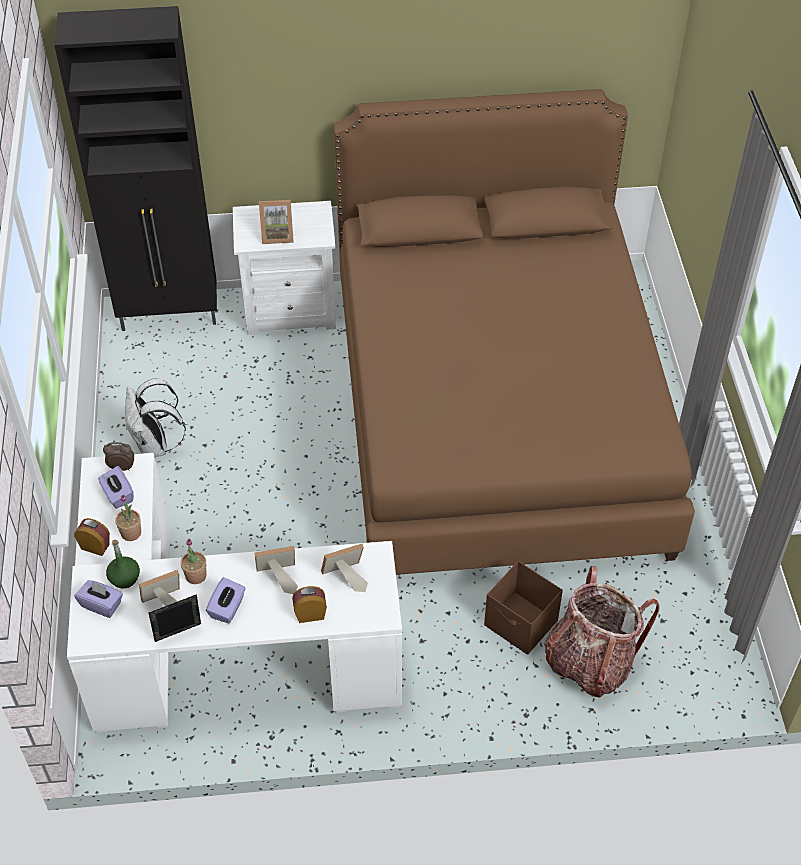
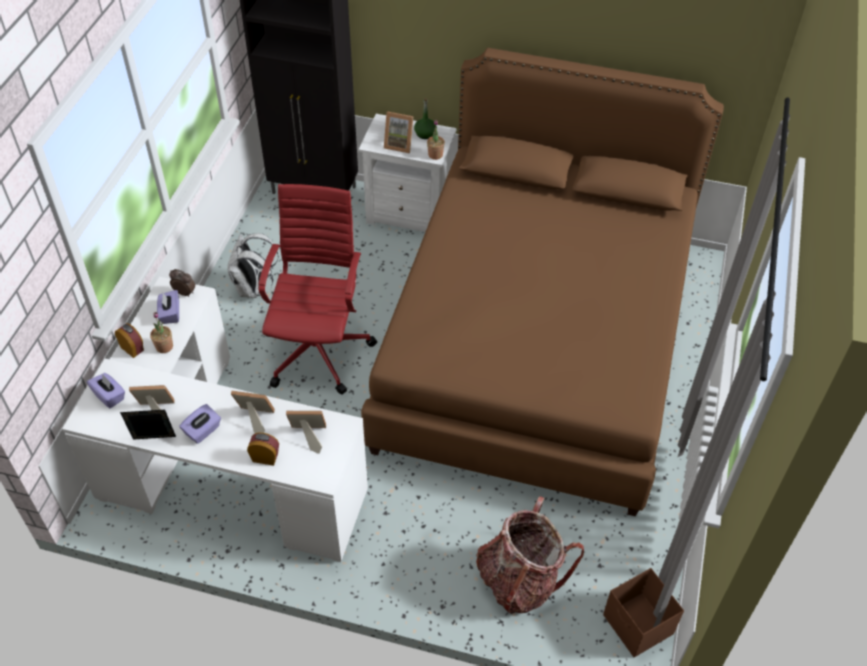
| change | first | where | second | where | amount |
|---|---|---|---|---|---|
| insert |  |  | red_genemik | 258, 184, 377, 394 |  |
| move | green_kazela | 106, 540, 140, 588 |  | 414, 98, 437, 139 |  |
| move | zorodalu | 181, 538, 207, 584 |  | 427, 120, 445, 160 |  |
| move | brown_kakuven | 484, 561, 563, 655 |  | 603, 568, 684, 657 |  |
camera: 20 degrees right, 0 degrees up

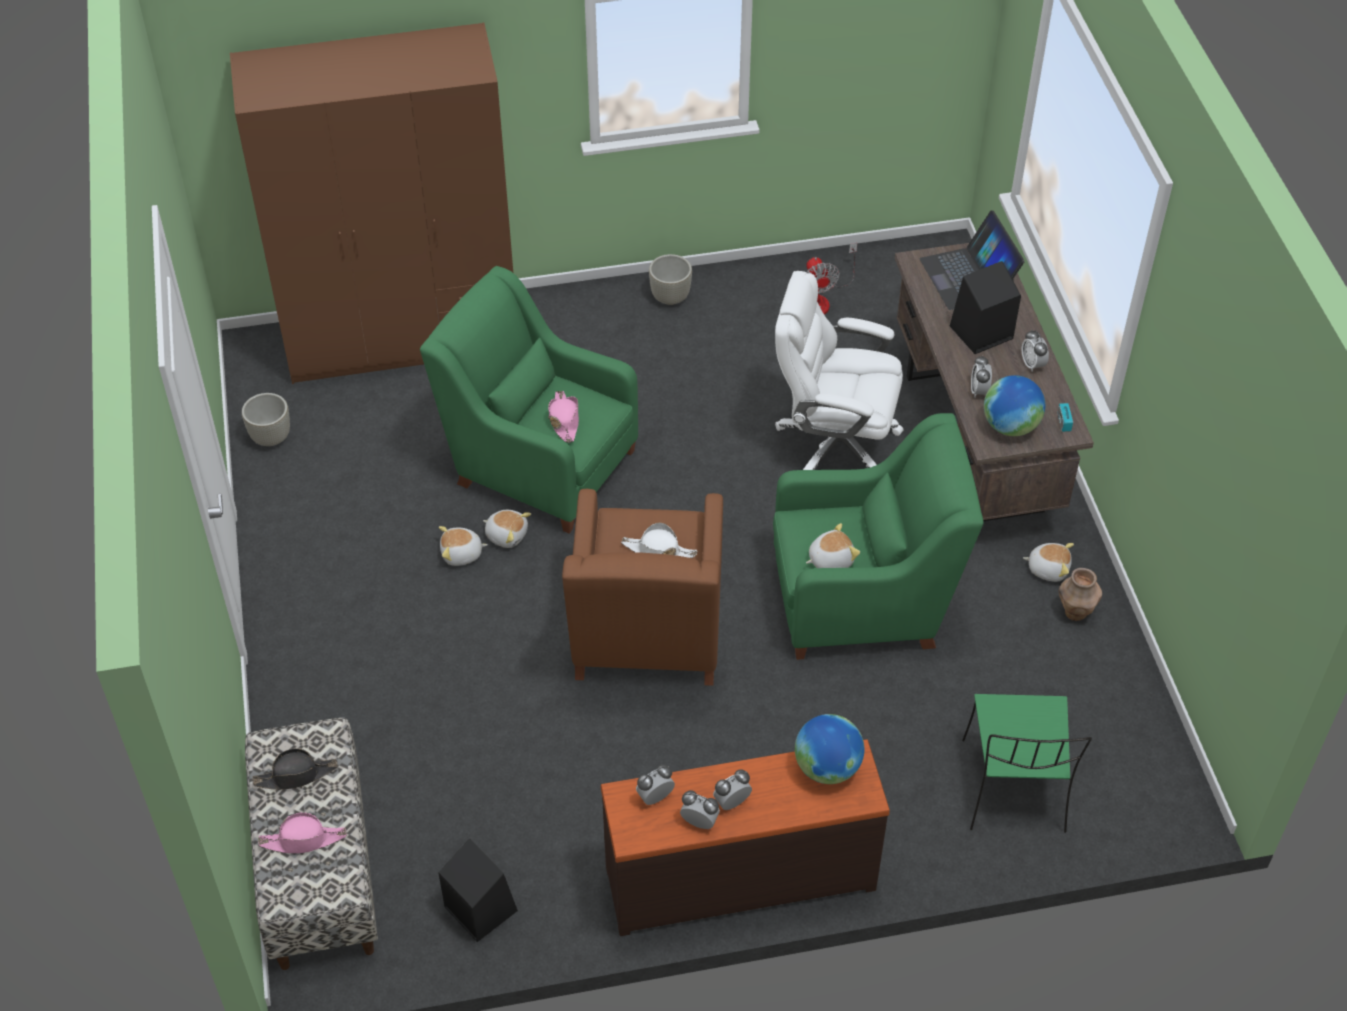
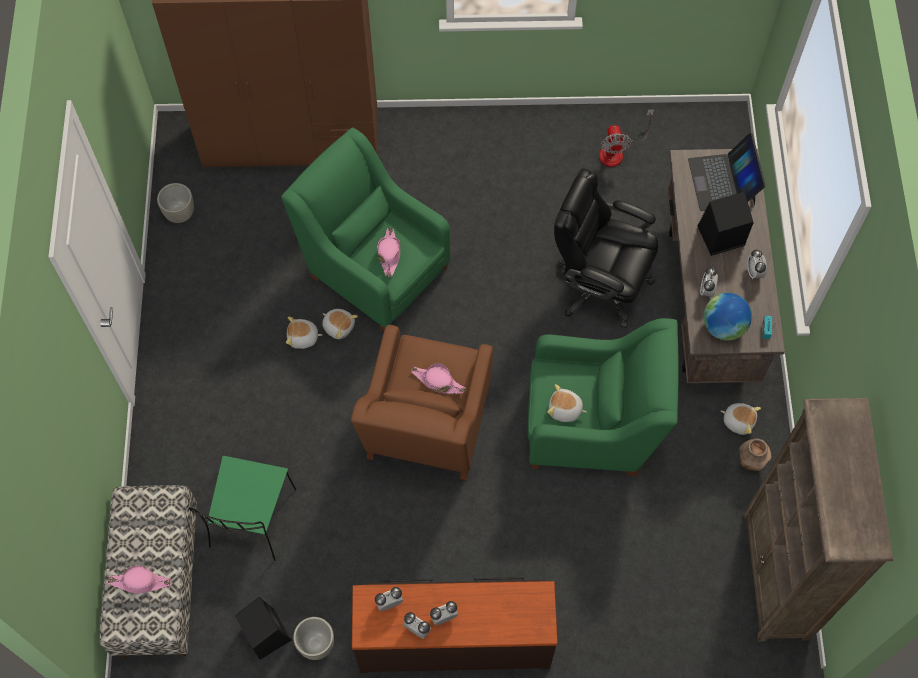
| change | first | where | second | where | amount |
|---|---|---|---|---|---|
| move | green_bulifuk | 962, 694, 1092, 833 |  | 189, 456, 296, 561 |  |
| move | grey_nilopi | 649, 254, 692, 305 |  | 293, 617, 334, 660 |  |
| recolor | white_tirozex | 621, 523, 697, 558 | pink_tirozex | 411, 363, 466, 394 |  |
| rotate | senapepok | 806, 523, 860, 568 |  | 547, 384, 587, 422 | 150 degrees counterclockwise |
| recolor | white_genemik | 775, 271, 903, 470 | black_genemik | 554, 168, 658, 328 |  |
| insert |  |  | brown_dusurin | 744, 398, 893, 642 |  |
| delete | black_tirozex | 252, 748, 338, 790 |  |  |  |
| delete | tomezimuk | 795, 714, 864, 784 |  |  |  |
camera: 10 degrees right, 15 degrees up

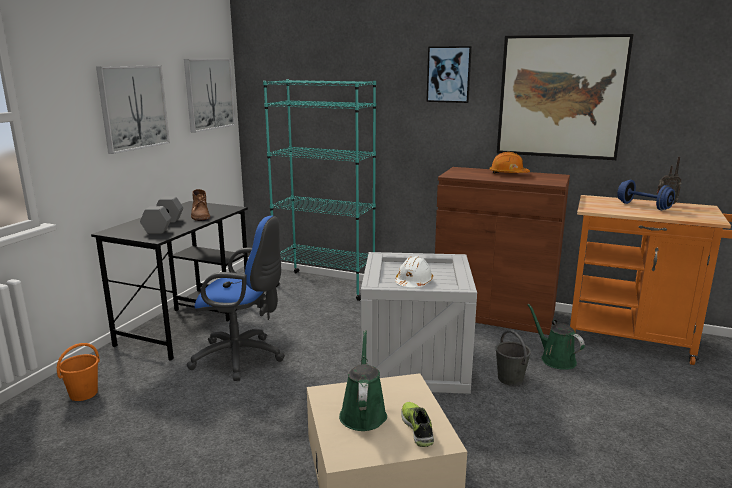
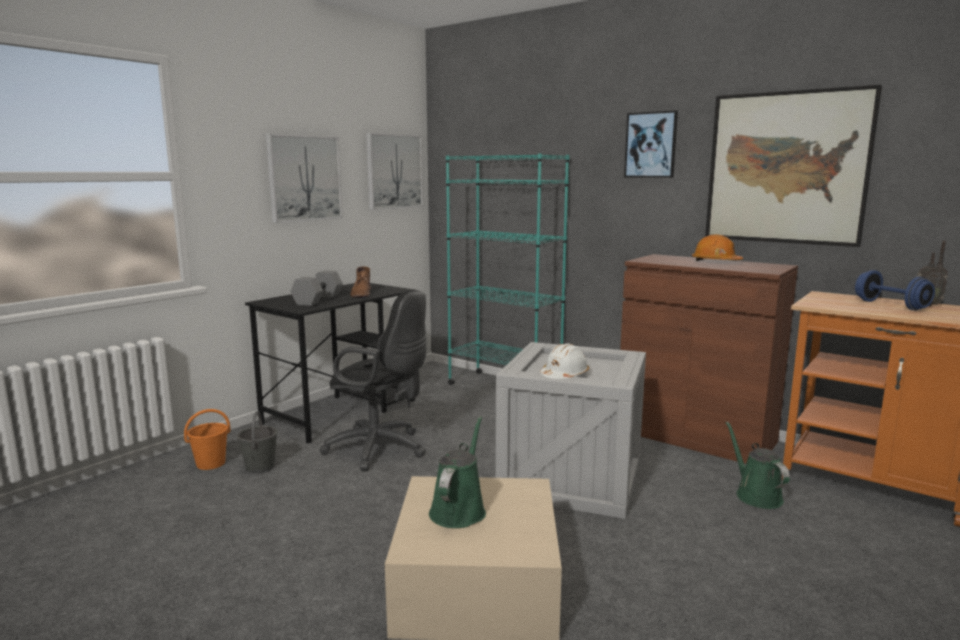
| change | first | where | second | where | amount |
|---|---|---|---|---|---|
| move | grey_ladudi | 495, 330, 531, 386 |  | 237, 411, 278, 474 |  |
| recolor | blue_genemik | 187, 216, 285, 381 | black_genemik | 320, 290, 426, 471 |  |
| delete | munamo | 401, 402, 434, 447 |  |  |  |
camera: 15 degrees right, 5 degrees down

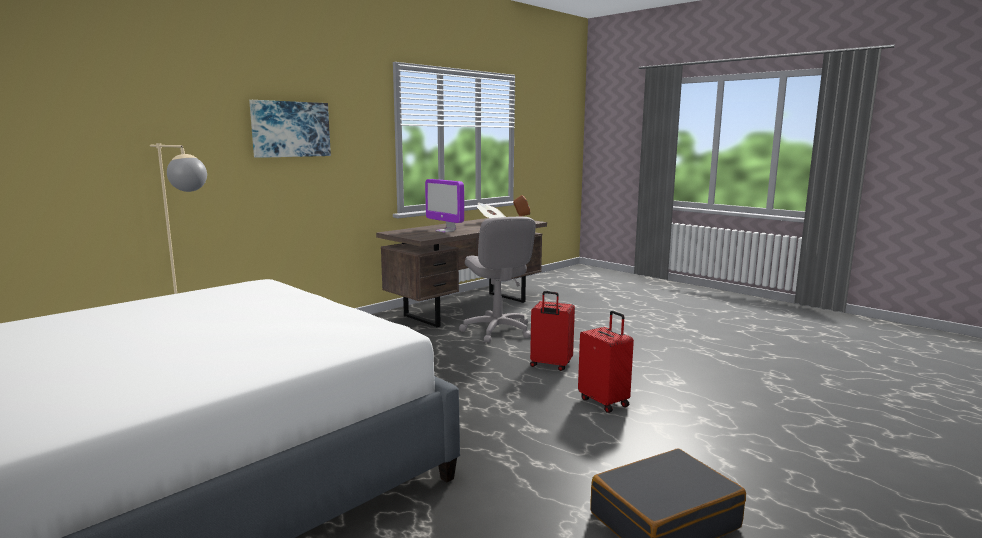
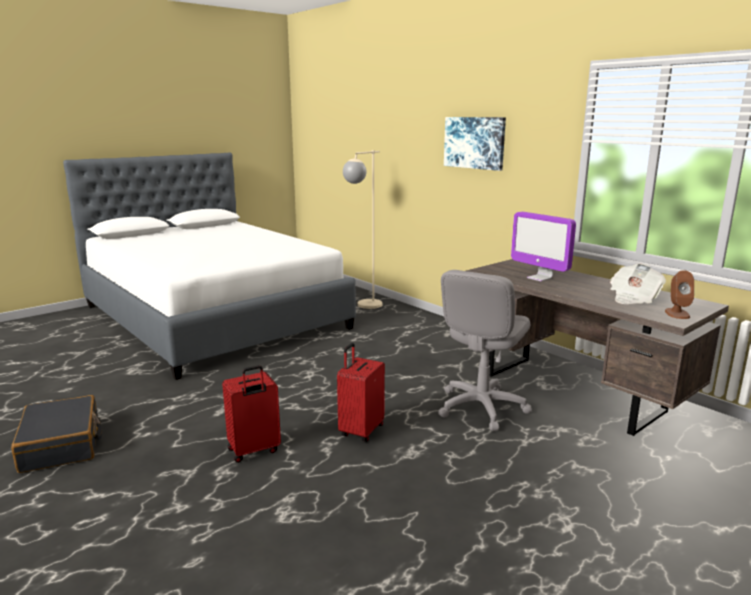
| change | first | where | second | where | amount |
|---|---|---|---|---|---|
| rotate | grey_genemik | 459, 217, 536, 343 |  | 438, 270, 532, 431 | 45 degrees counterclockwise |
| rotate | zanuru | 425, 179, 464, 233 |  | 511, 212, 576, 282 | 90 degrees counterclockwise |
camera: 95 degrees right, 5 degrees up

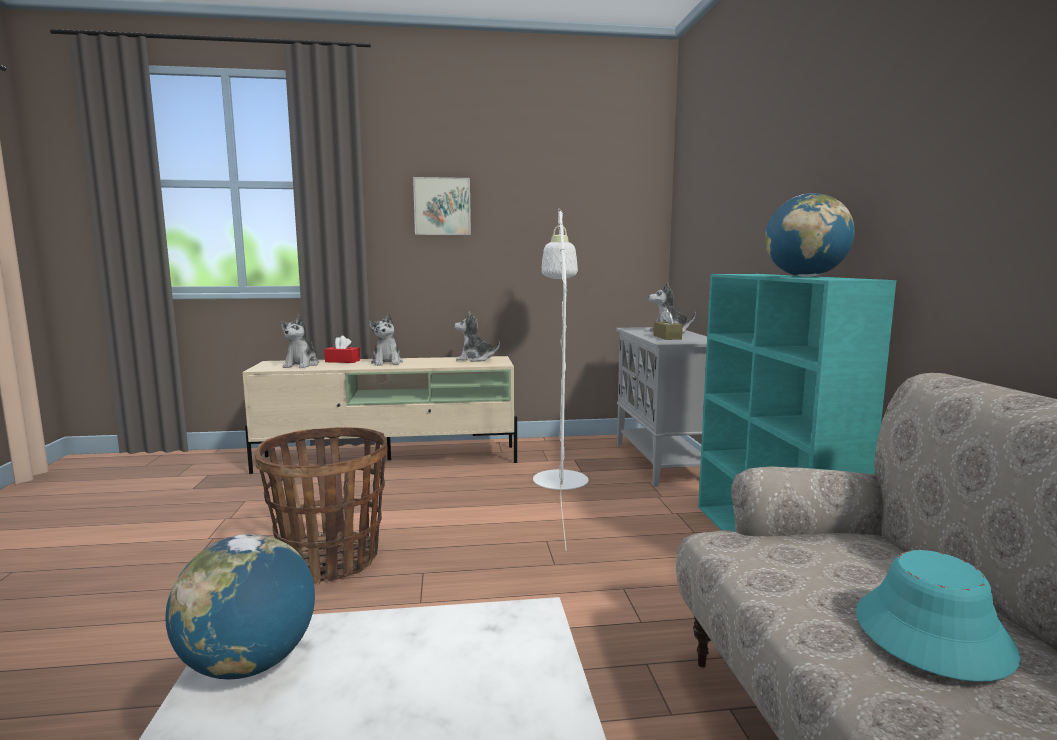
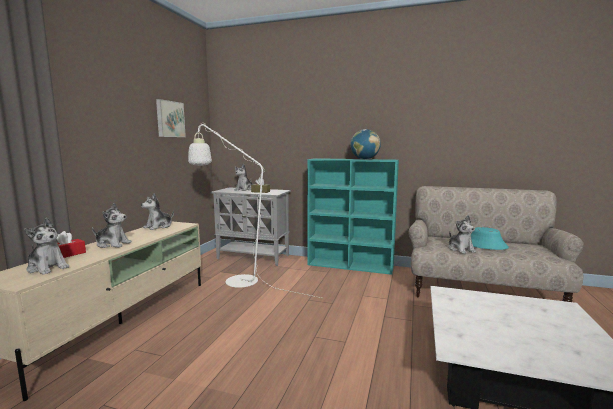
| change | first | where | second | where | amount |
|---|---|---|---|---|---|
| move | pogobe | 413, 177, 471, 235 |  | 156, 99, 186, 137 |  |
| insert |  |  | senapepok | 448, 215, 476, 254 |  |
| delete | tomezimuk | 166, 534, 315, 679 |  |  |  |
| delete | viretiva | 254, 427, 388, 584 |  |  |  |
camera: 65 degrees left, 0 degrees up

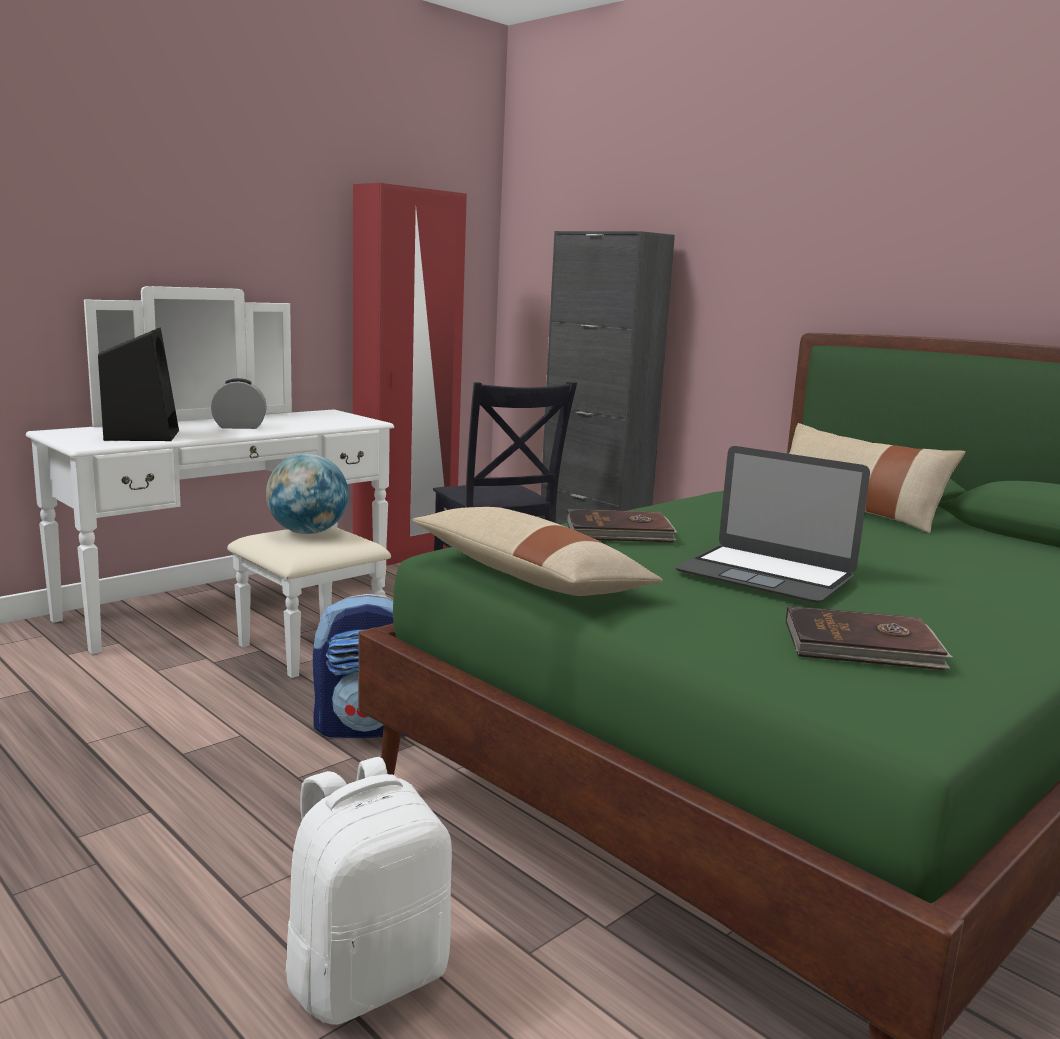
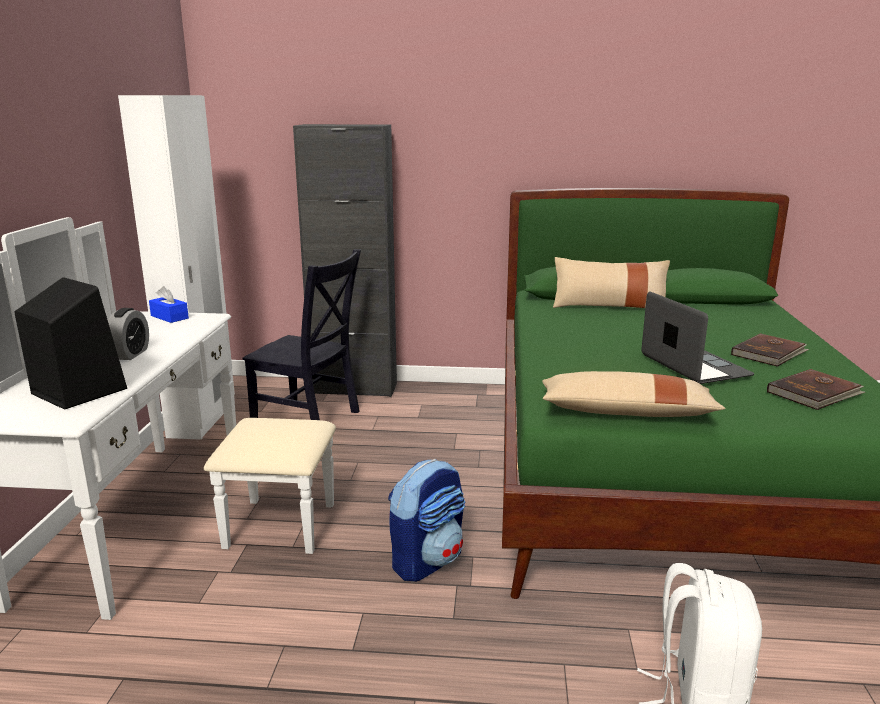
| change | first | where | second | where | amount |
|---|---|---|---|---|---|
| rotate | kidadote | 211, 378, 267, 429 |  | 108, 308, 149, 360 | 150 degrees clockwise |
| recolor | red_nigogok | 353, 183, 467, 566 | white_nigogok | 118, 95, 235, 440 |  |
| insert |  |  | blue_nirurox | 149, 286, 189, 323 |  |
| rotate | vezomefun | 675, 446, 870, 603 |  | 641, 292, 754, 384 | 105 degrees counterclockwise |
| move | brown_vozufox | 567, 509, 678, 543 |  | 731, 333, 809, 367 |  |
| delete | tomezimuk | 266, 454, 349, 534 |  |  |  |
camera: 40 degrees left, 5 degrees up

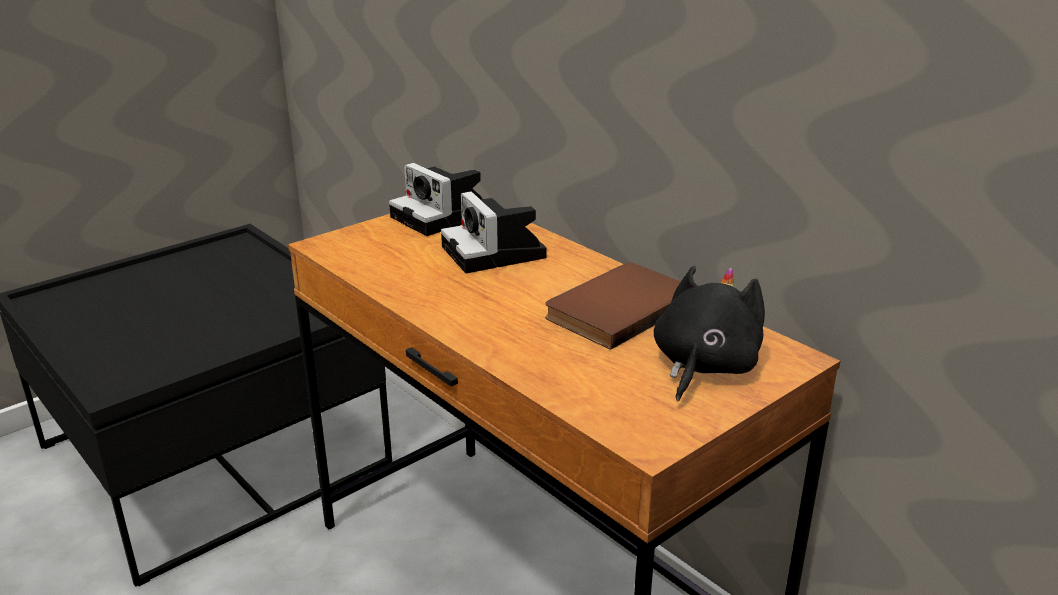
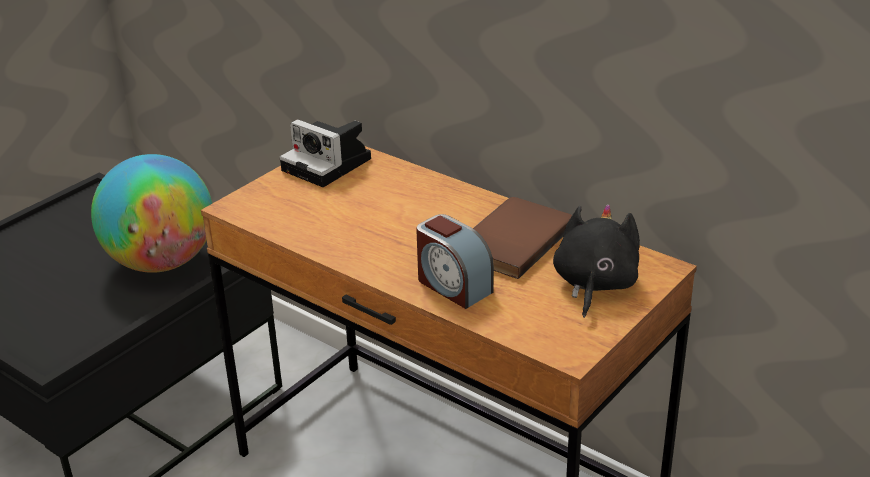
| change | first | where | second | where | amount |
|---|---|---|---|---|---|
| insert |  |  | tomezimuk | 91, 154, 212, 273 |  |
| insert |  |  | kidadote | 416, 214, 494, 309 |  |
| delete | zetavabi | 441, 192, 547, 273 |  |  |  |
camera: 10 degrees left, 5 degrees up

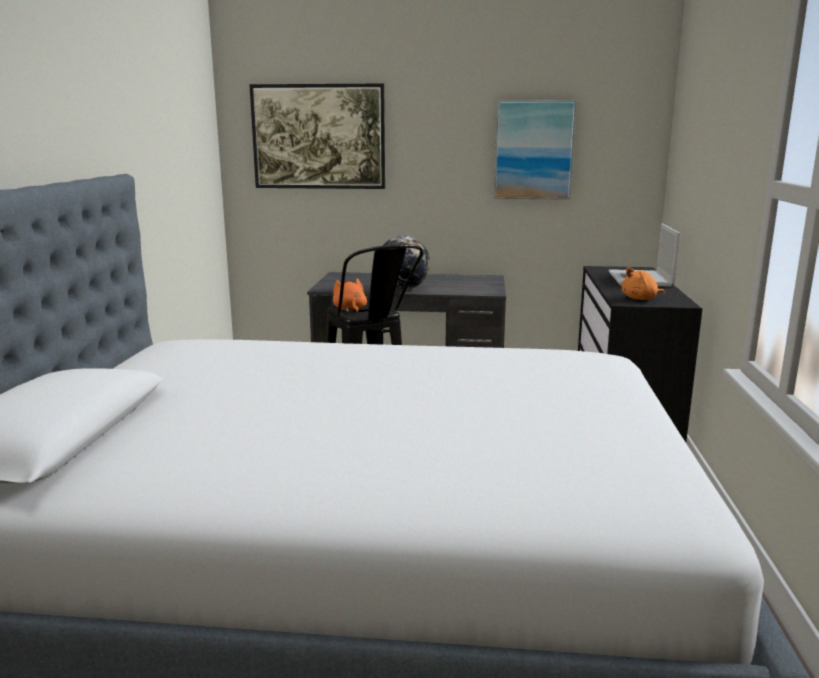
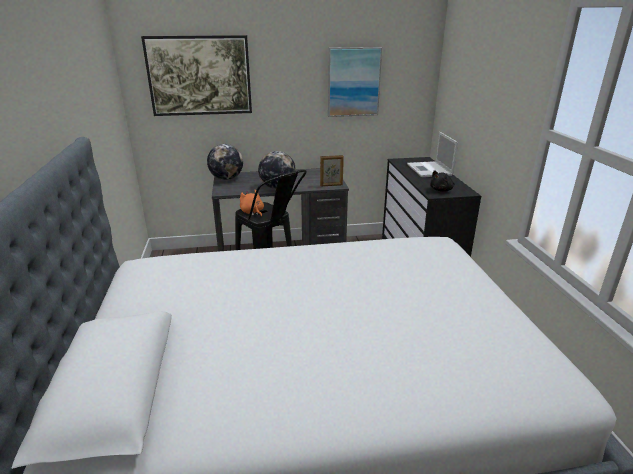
| change | first | where | second | where | amount |
|---|---|---|---|---|---|
| insert |  |  | tomezimuk | 207, 144, 243, 180 |  |
| insert |  |  | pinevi | 320, 155, 344, 186 |  |
| recolor | orange_senapepok | 622, 267, 665, 300 | black_senapepok | 430, 171, 455, 192 |  |
camera: 15 degrees left, 10 degrees up

